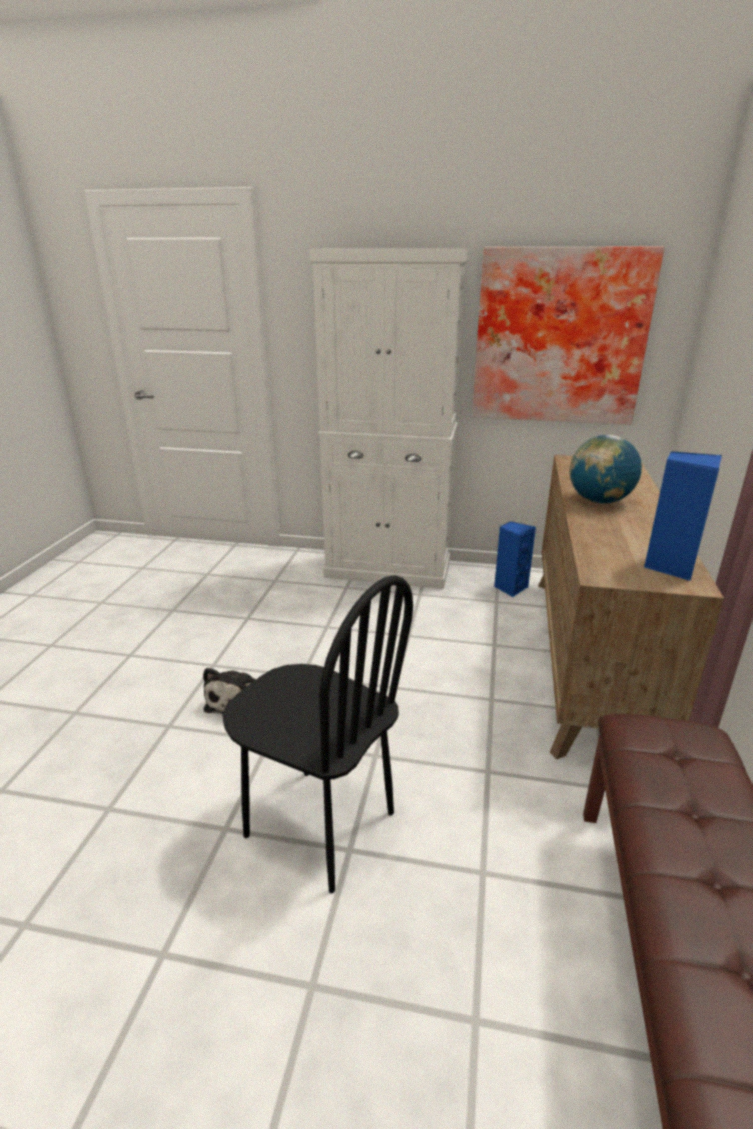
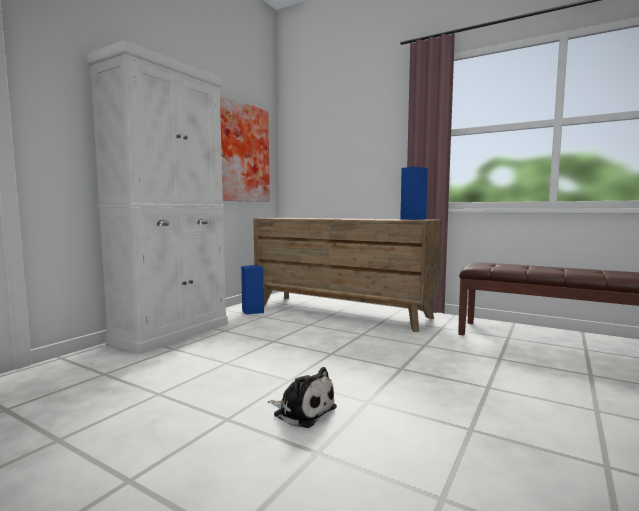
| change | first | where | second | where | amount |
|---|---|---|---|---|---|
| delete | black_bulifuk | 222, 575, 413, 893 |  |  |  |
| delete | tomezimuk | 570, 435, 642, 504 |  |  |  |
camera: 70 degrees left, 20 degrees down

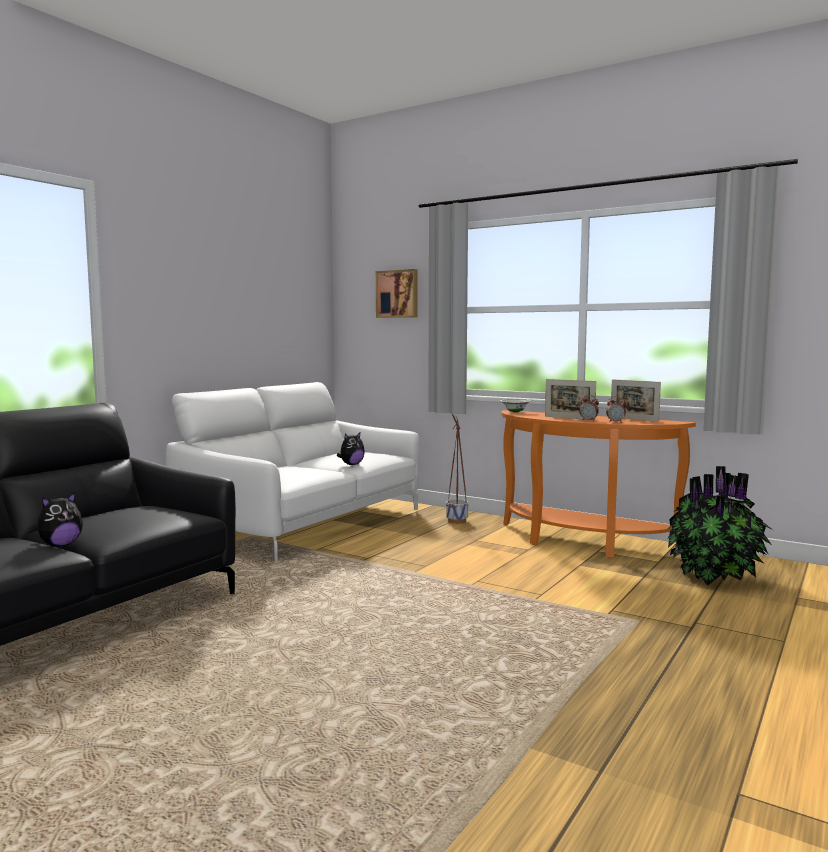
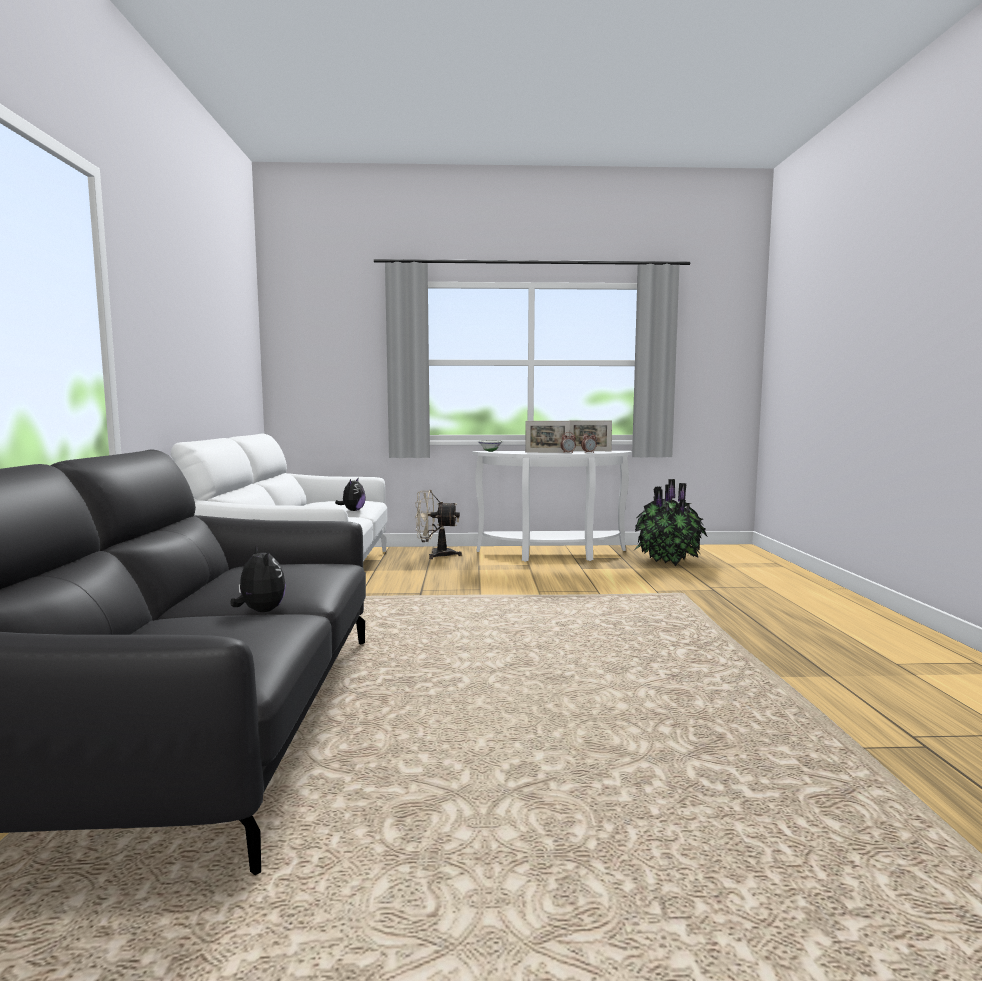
| change | first | where | second | where | amount |
|---|---|---|---|---|---|
| rotate | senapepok | 37, 492, 83, 547 |  | 230, 545, 286, 612 | 45 degrees counterclockwise |
| replace | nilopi | 446, 414, 469, 524 | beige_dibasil | 415, 490, 462, 559 |  |
| recolor | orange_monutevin | 501, 410, 696, 558 | white_monutevin | 472, 451, 632, 562 |  |
| delete | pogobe | 376, 269, 417, 318 |  |  |  |
camera: 35 degrees left, 0 degrees up

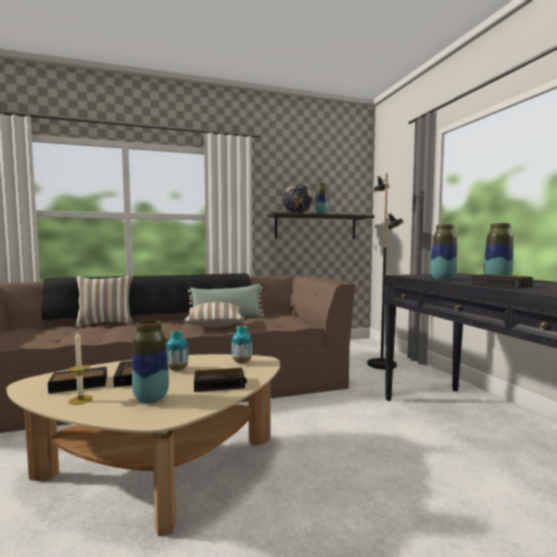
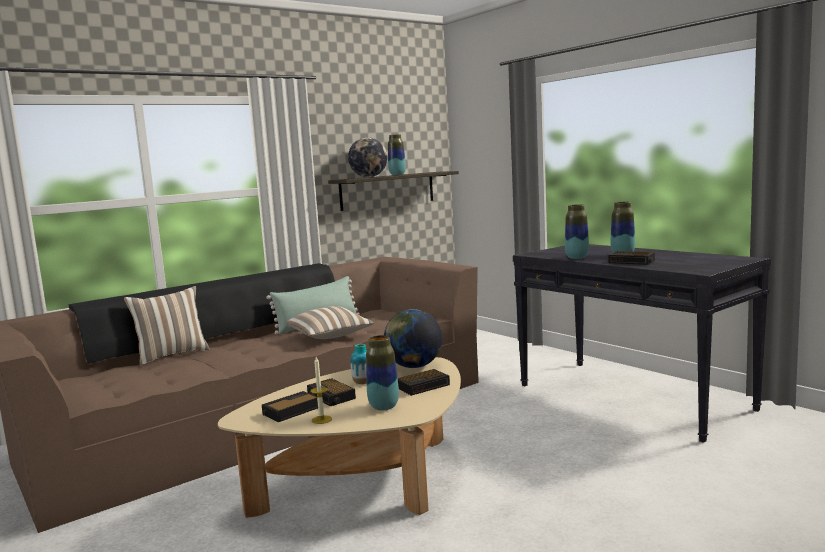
| change | first | where | second | where | amount |
|---|---|---|---|---|---|
| replace | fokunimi | 232, 326, 252, 363 | tomezimuk | 384, 309, 442, 368 |  |
| delete | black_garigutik | 367, 173, 404, 369 |  |  |  |
camera: 20 degrees left, 5 degrees up

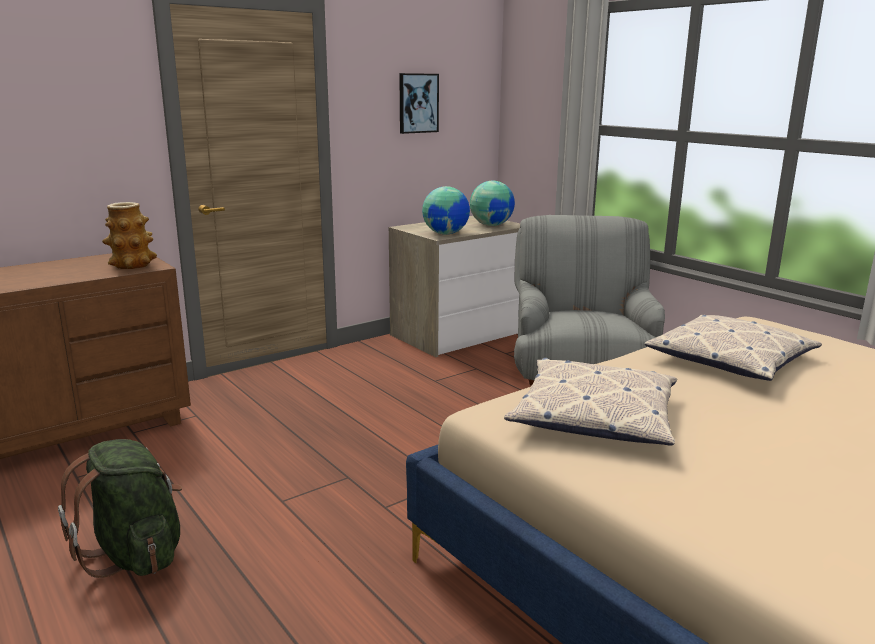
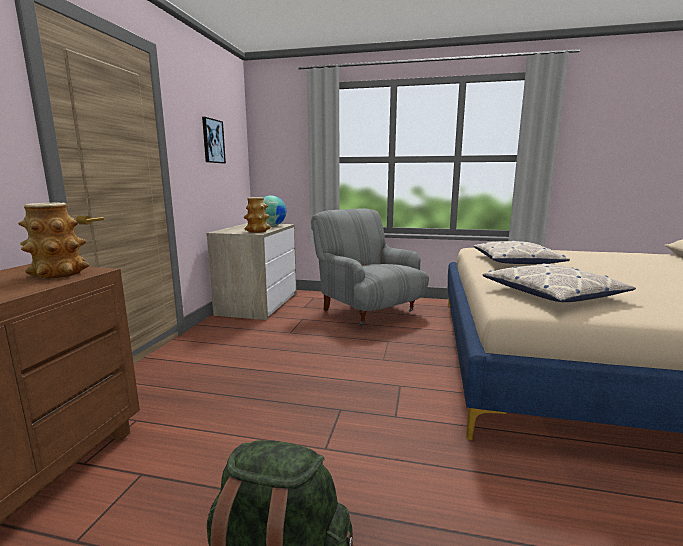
| change | first | where | second | where | amount |
|---|---|---|---|---|---|
| replace | tomezimuk | 422, 186, 470, 235 | fokunimi | 244, 197, 271, 233 |  |
camera: 40 degrees left, 5 degrees down

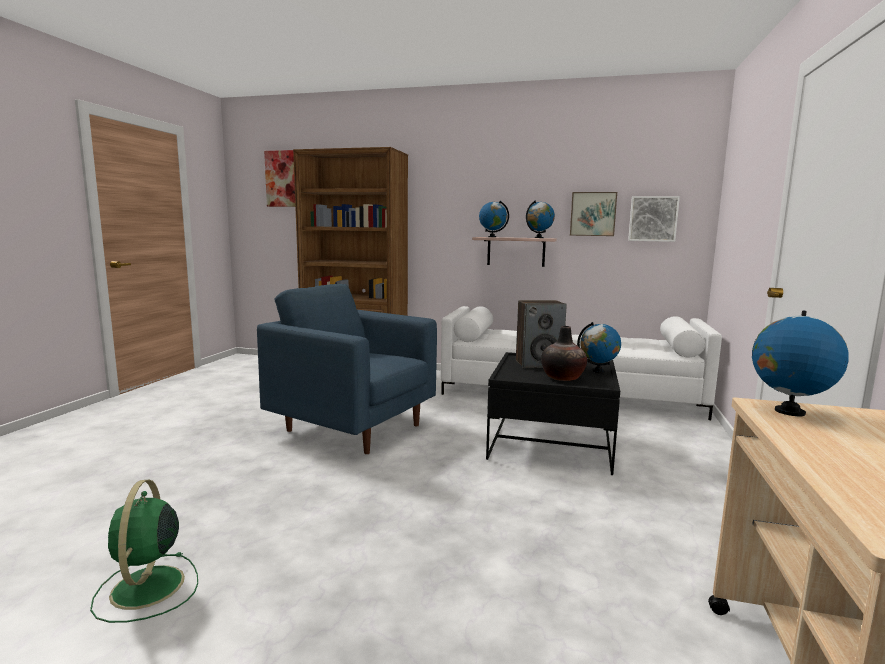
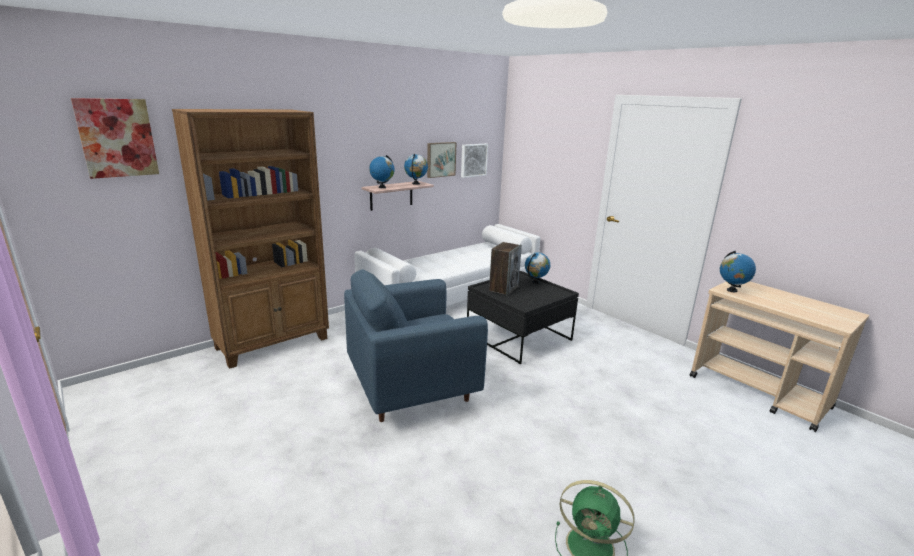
| change | first | where | second | where | amount |
|---|---|---|---|---|---|
| delete | fokunimi | 541, 326, 587, 381 |  |  |  |
camera: 55 degrees left, 10 degrees up

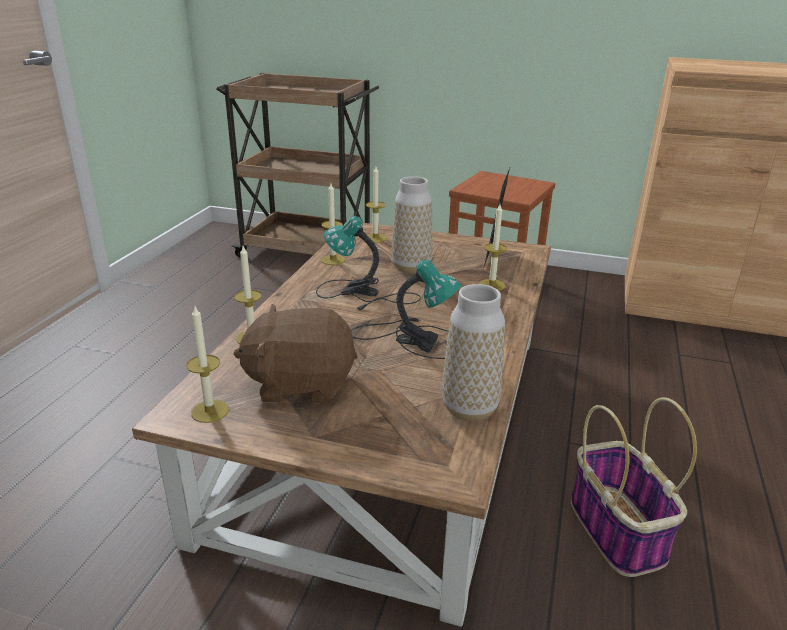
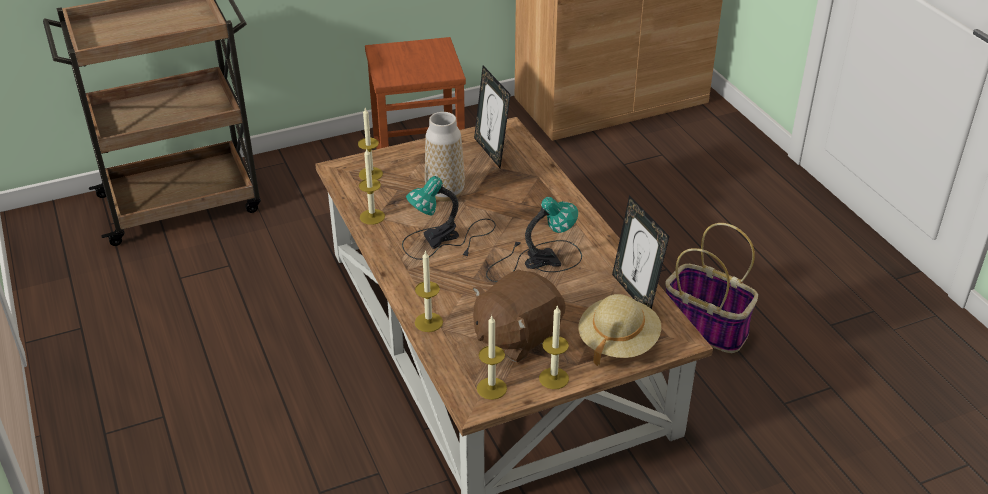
| change | first | where | second | where | amount |
|---|---|---|---|---|---|
| move | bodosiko | 479, 204, 507, 291 |  | 539, 305, 569, 389 |  |
| insert |  |  | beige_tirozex | 578, 294, 661, 366 |  |
| replace | fokunimi | 442, 284, 505, 421 | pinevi | 612, 195, 670, 309 |  |
camera: 40 degrees left, 10 degrees up

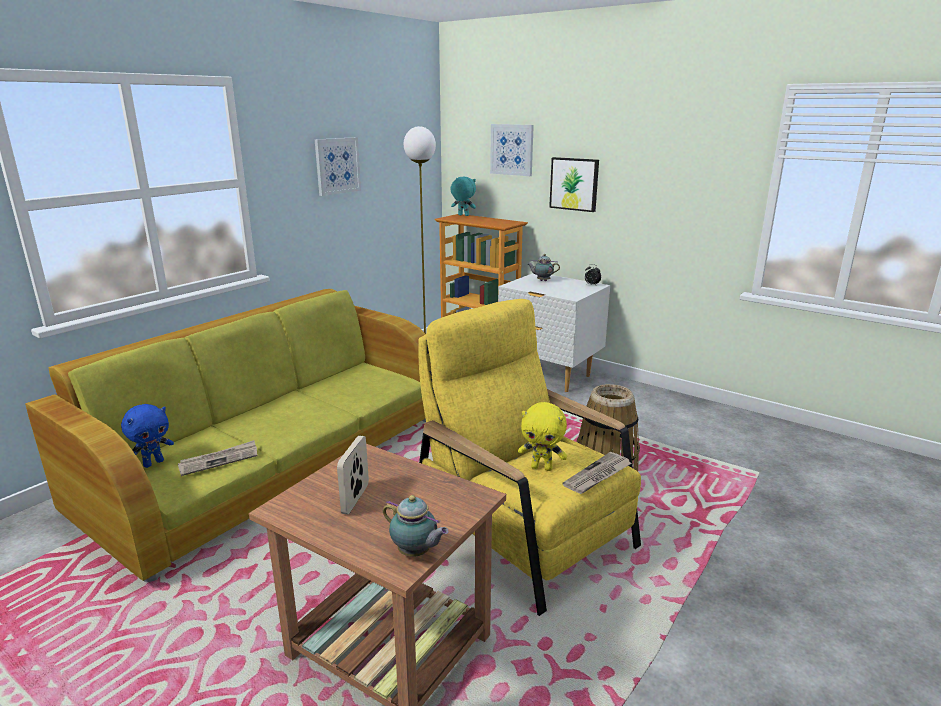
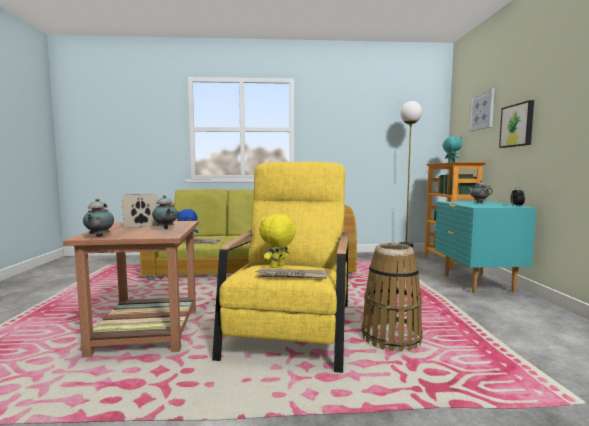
| change | first | where | second | where | amount |
|---|---|---|---|---|---|
| insert |  |  | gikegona | 152, 195, 178, 229 |  |
| rotate | yellow_senapepok | 518, 402, 567, 471 |  | 259, 214, 296, 268 | 60 degrees clockwise |
| recolor | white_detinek | 498, 273, 610, 392 | turquoise_detinek | 435, 201, 536, 293 |  |
| delete | pogobe | 315, 137, 361, 196 |  |  |  |
camera: 50 degrees right, 15 degrees down

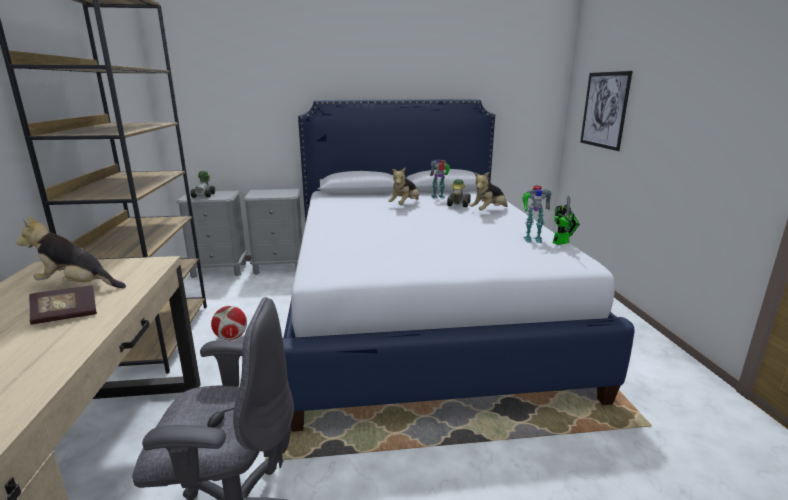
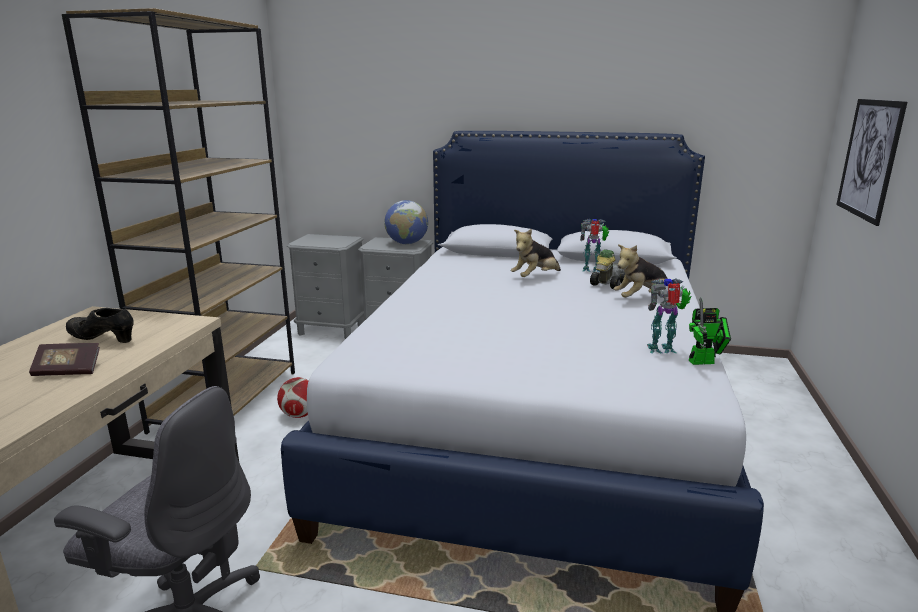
| change | first | where | second | where | amount |
|---|---|---|---|---|---|
| replace | senapepok | 16, 217, 126, 288 | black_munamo | 66, 308, 134, 343 |  |
| insert |  |  | tomezimuk | 384, 200, 428, 244 |  |
| rotate | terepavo | 522, 185, 552, 243 |  | 647, 278, 692, 353 | 150 degrees clockwise |
| delete | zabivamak | 190, 171, 215, 198 |  |  |  |
camera: 20 degrees right, 0 degrees up

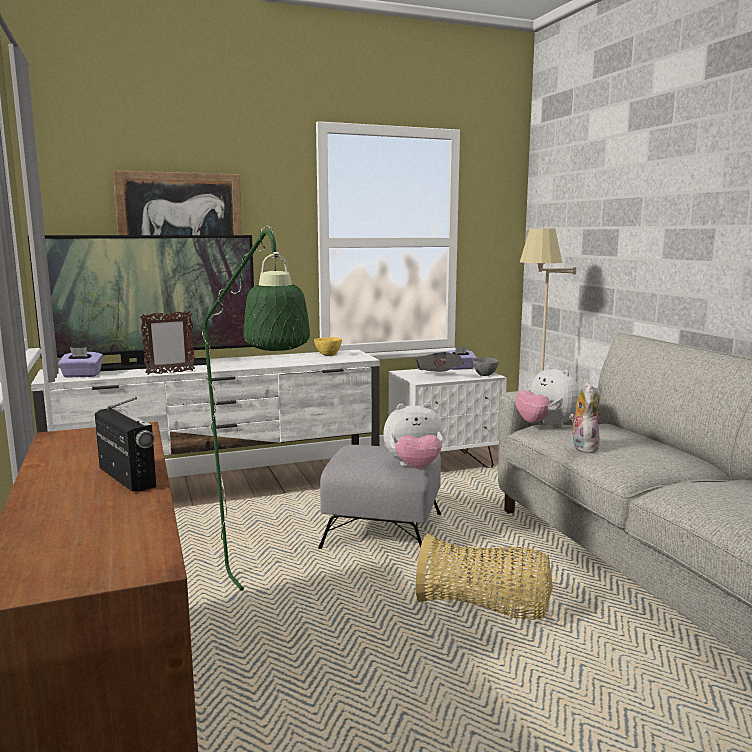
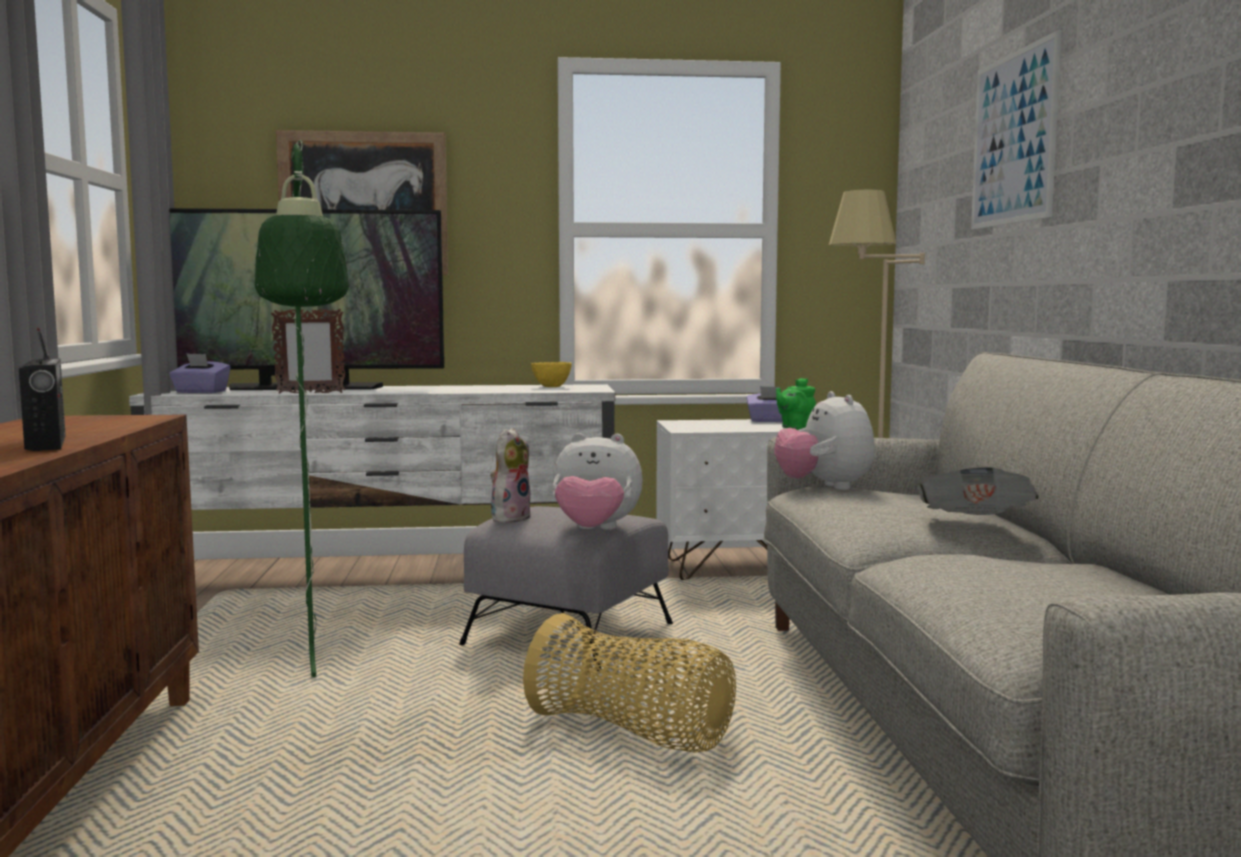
| change | first | where | second | where | amount |
|---|---|---|---|---|---|
| move | senapepok | 569, 382, 600, 453 |  | 490, 428, 530, 523 |  |
| replace | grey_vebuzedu | 472, 357, 499, 376 | green_gikegona | 776, 378, 816, 430 |  |
| move | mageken | 414, 352, 464, 372 |  | 915, 467, 1039, 515 |  |
| insert |  |  | pogobe | 971, 30, 1062, 229 |  |
camera: 15 degrees right, 5 degrees down

